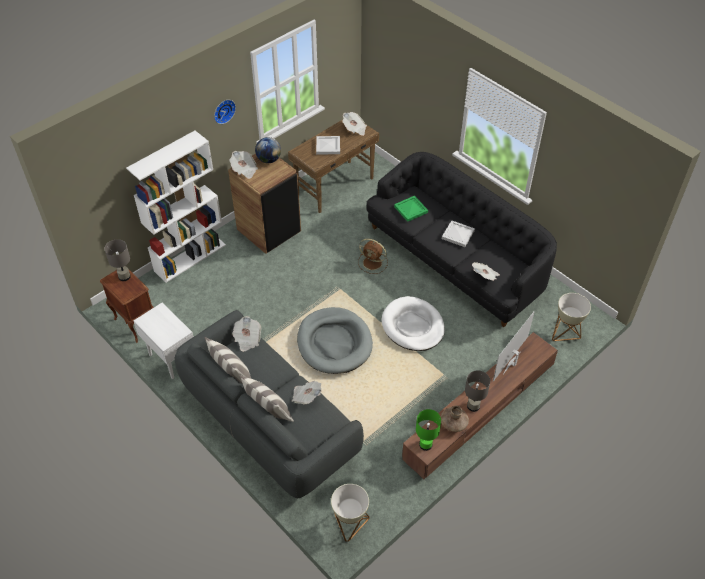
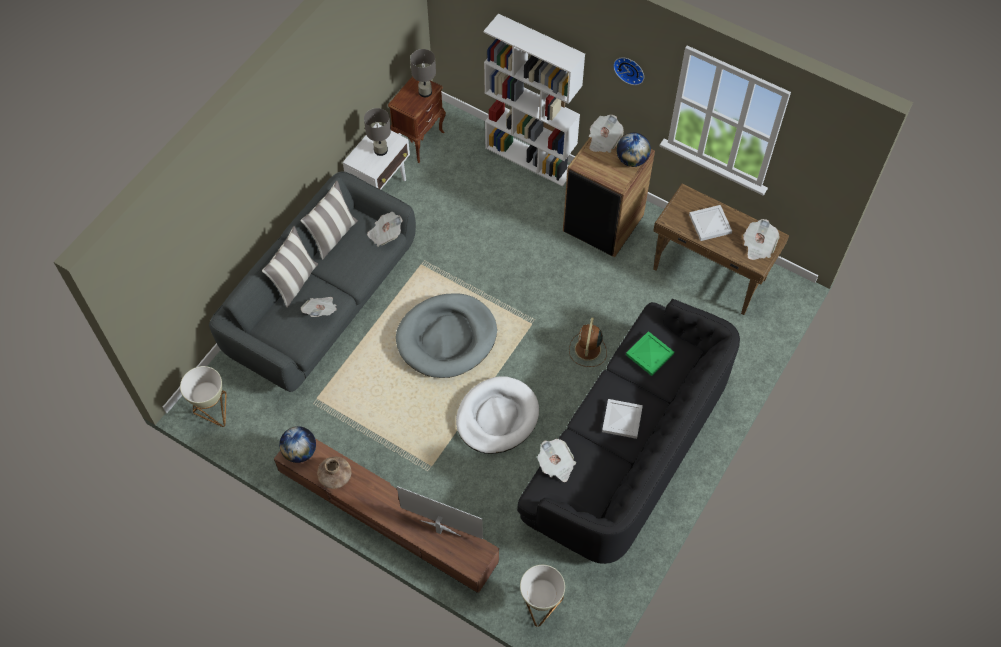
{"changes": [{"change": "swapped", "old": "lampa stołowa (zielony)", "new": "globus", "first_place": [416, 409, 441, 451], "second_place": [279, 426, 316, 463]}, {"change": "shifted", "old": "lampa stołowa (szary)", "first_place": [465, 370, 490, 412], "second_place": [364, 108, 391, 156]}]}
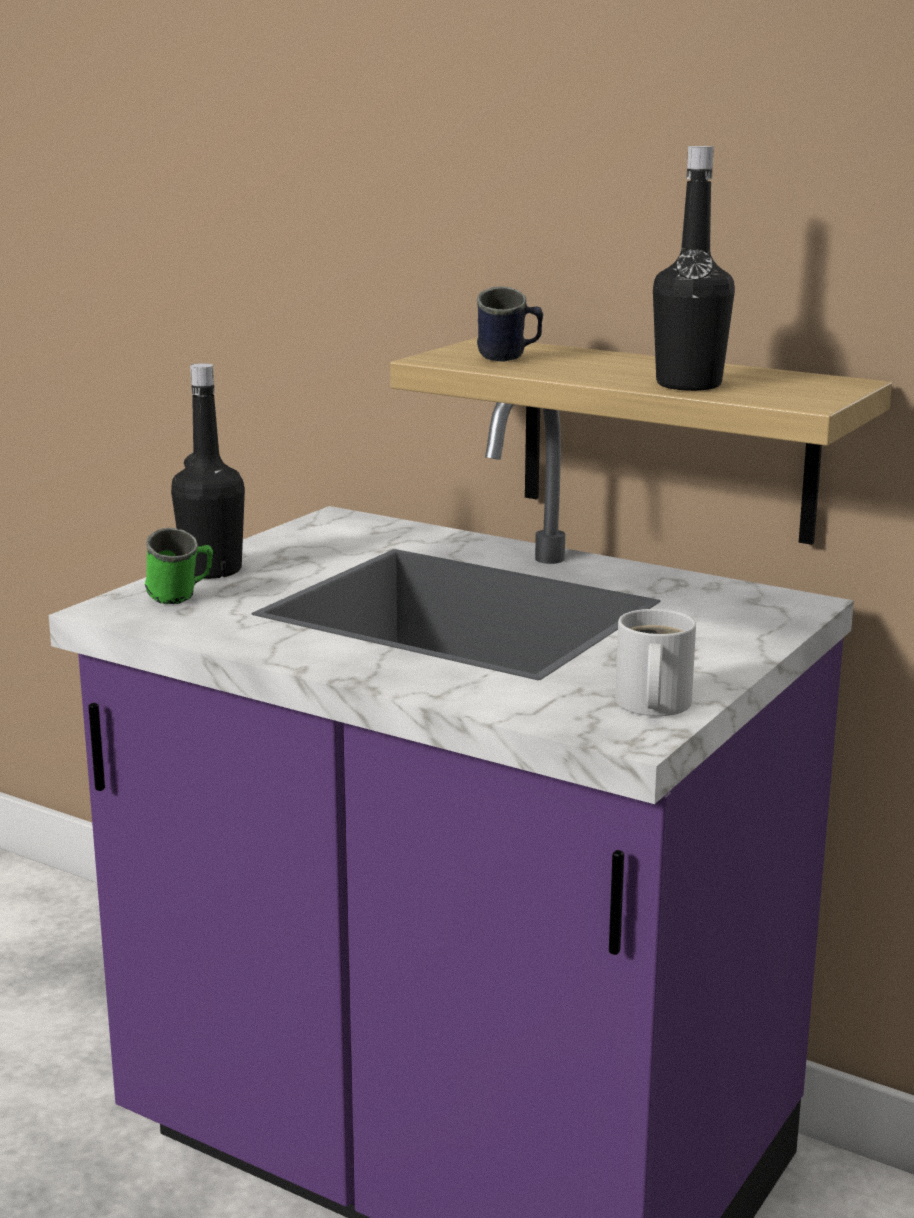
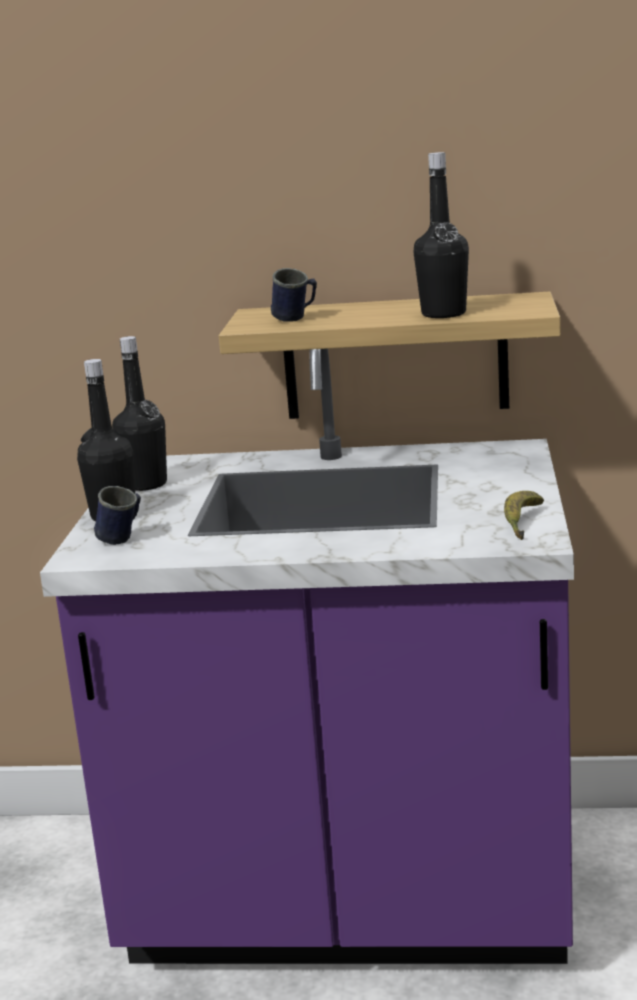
{"changes": [{"change": "repainted", "old": "kubek (zielony)", "new": "kubek (niebieski)", "first_place": [145, 528, 213, 604], "second_place": [94, 486, 141, 545]}, {"change": "new", "new": "butelka (czarny)", "second_place": [112, 336, 167, 491]}, {"change": "swapped", "old": "kubek (biały)", "new": "banan", "first_place": [615, 609, 696, 716], "second_place": [504, 491, 544, 540]}]}
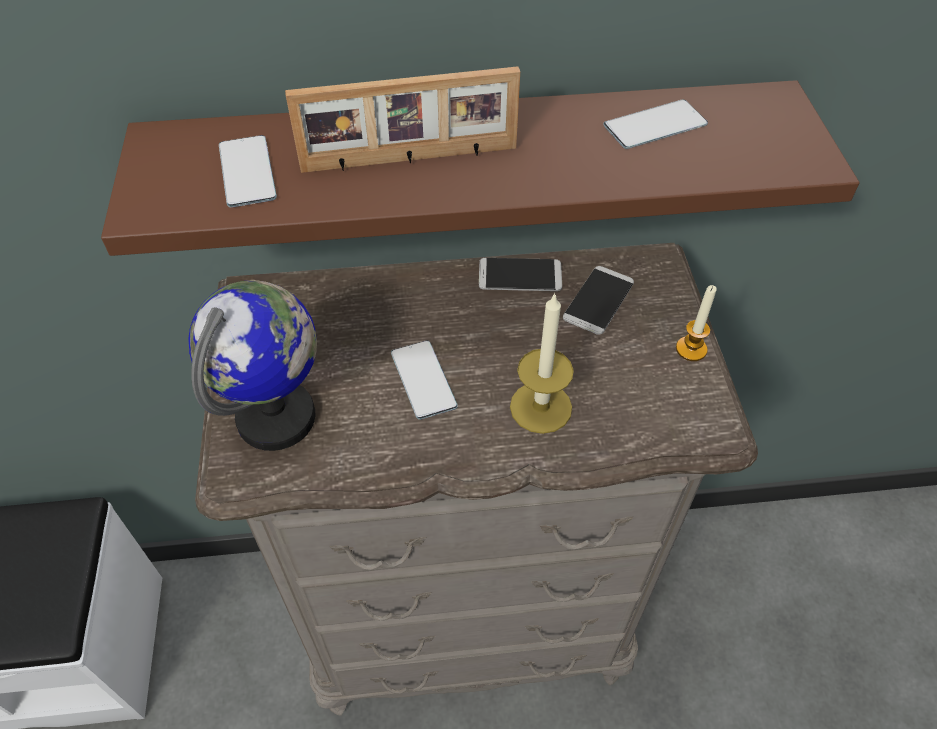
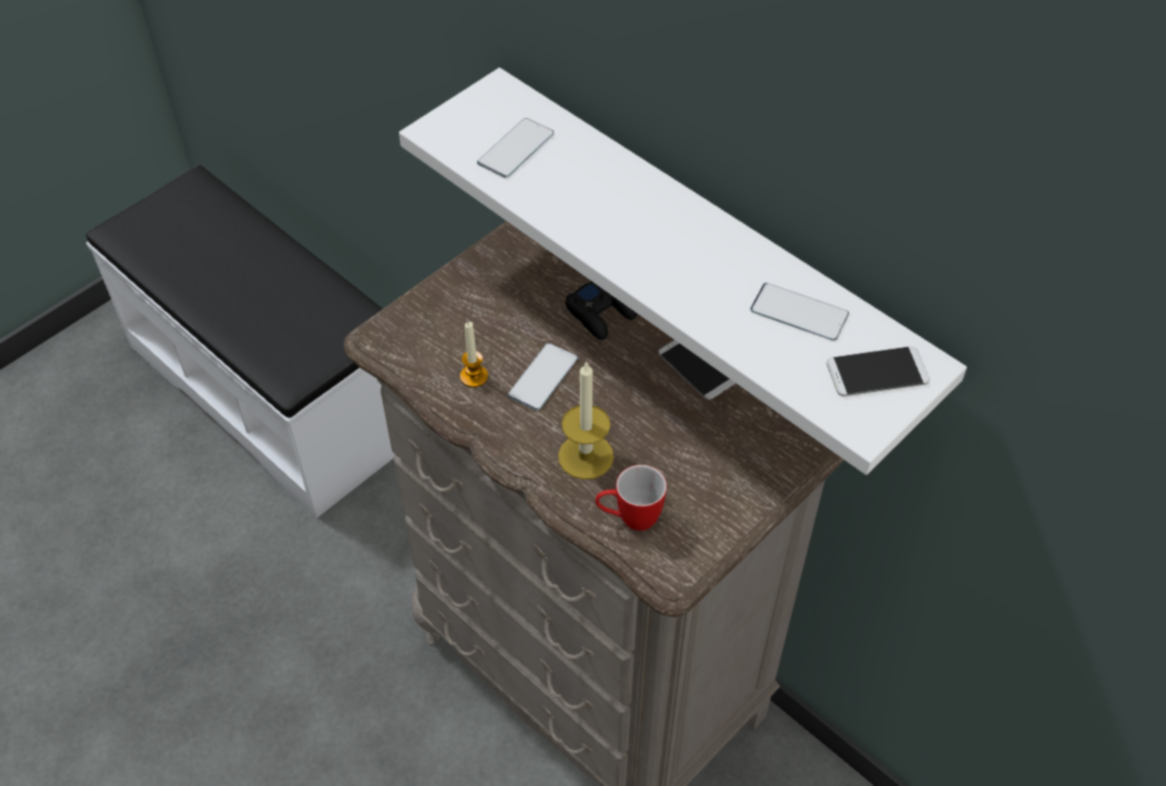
{"changes": [{"change": "repainted", "old": "półka (brązowy)", "new": "półka (biały)", "first_place": [101, 80, 859, 256], "second_place": [399, 68, 967, 475]}, {"change": "shifted", "old": "świeca", "first_place": [676, 285, 717, 361], "second_place": [460, 322, 488, 388]}, {"change": "new", "new": "pad do gier (czarny)", "second_place": [566, 281, 637, 340]}, {"change": "new", "new": "kubek", "second_place": [595, 465, 667, 531]}, {"change": "shifted", "old": "telefon", "first_place": [563, 266, 634, 335], "second_place": [826, 346, 930, 396]}, {"change": "gone", "old": "globus", "first_place": [188, 280, 317, 451]}, {"change": "gone", "old": "ramka na zdjęcie", "first_place": [285, 66, 520, 173]}]}
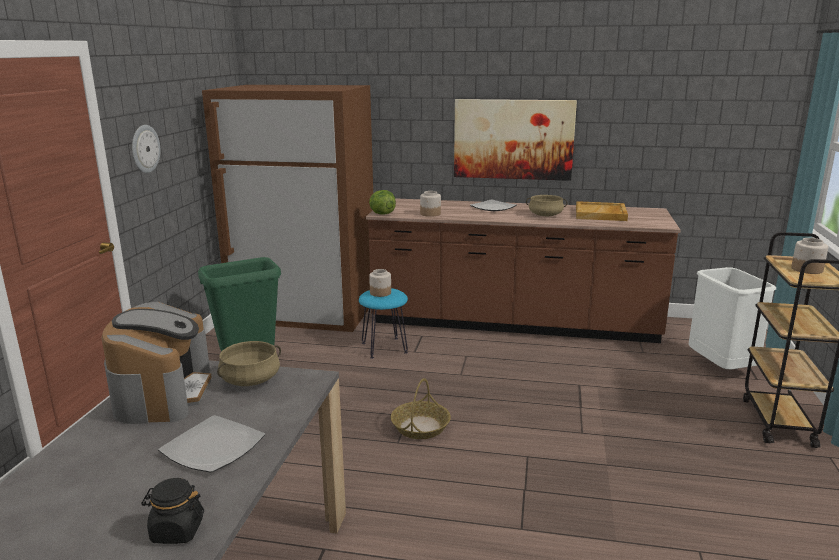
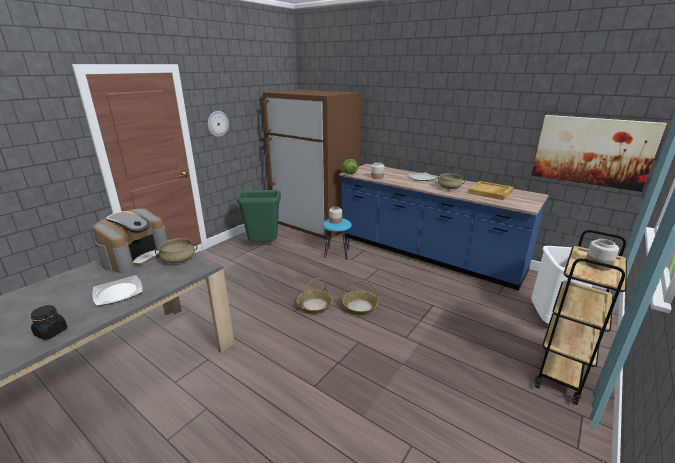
{"changes": [{"change": "repainted", "old": "zabudowa kuchenna (brązowy)", "new": "zabudowa kuchenna (niebieski)", "first_place": [366, 198, 680, 343], "second_place": [339, 164, 549, 291]}, {"change": "new", "new": "koszyk", "second_place": [342, 280, 379, 315]}, {"change": "shifted", "old": "obraz", "first_place": [454, 99, 577, 181], "second_place": [532, 115, 667, 192]}]}
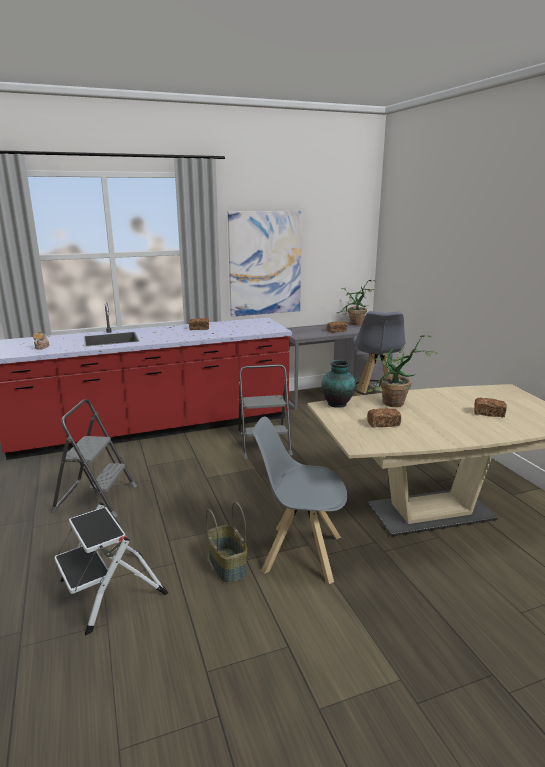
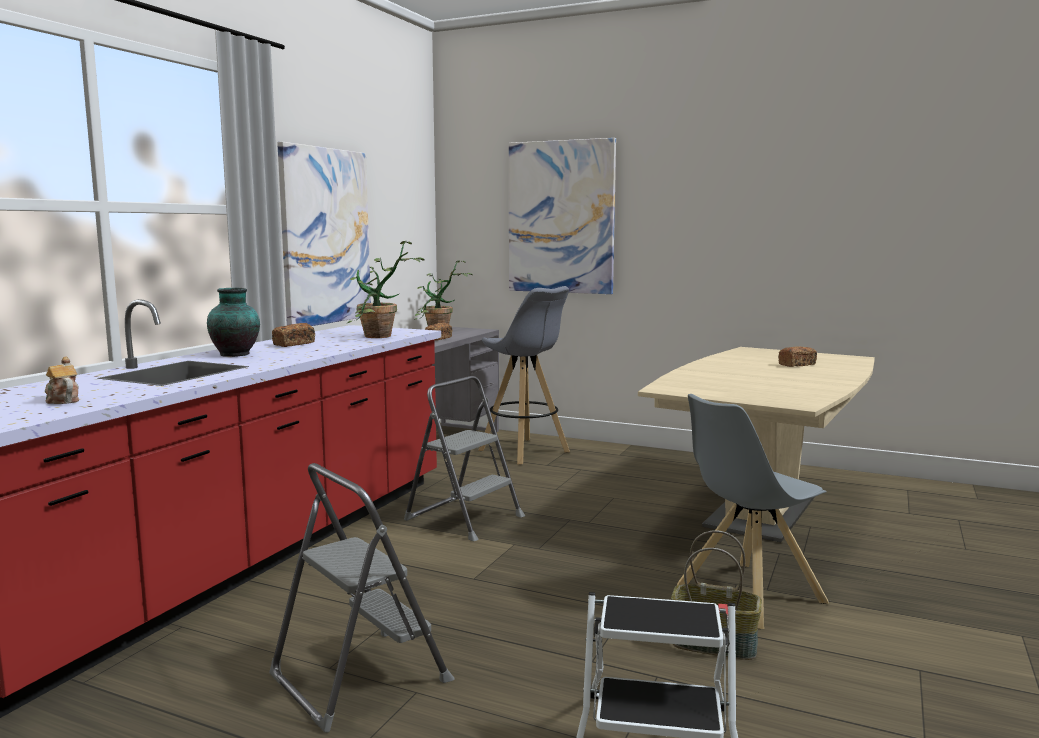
{"changes": [{"change": "shifted", "old": "wazon", "first_place": [322, 360, 356, 408], "second_place": [207, 288, 260, 357]}, {"change": "shifted", "old": "roślina doniczkowa", "first_place": [367, 335, 436, 407], "second_place": [347, 241, 425, 338]}, {"change": "new", "new": "obraz", "second_place": [509, 138, 616, 294]}, {"change": "gone", "old": "chleb", "first_place": [367, 408, 401, 428]}]}
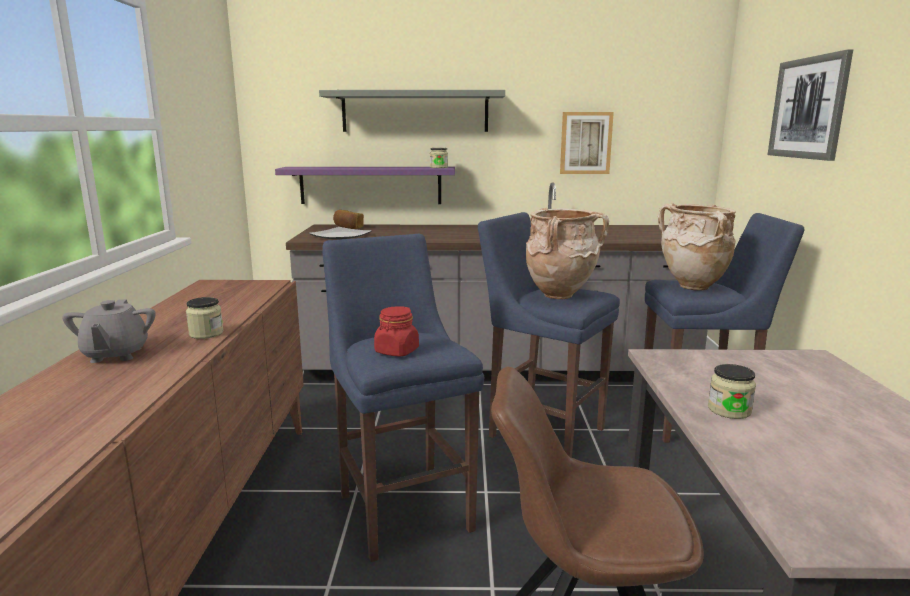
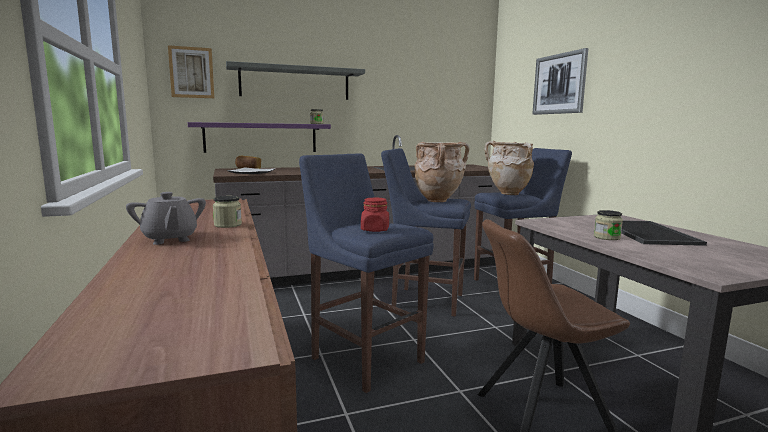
{"changes": [{"change": "shifted", "old": "obraz", "first_place": [560, 112, 614, 174], "second_place": [168, 45, 214, 98]}, {"change": "new", "new": "taca", "second_place": [621, 221, 707, 246]}]}
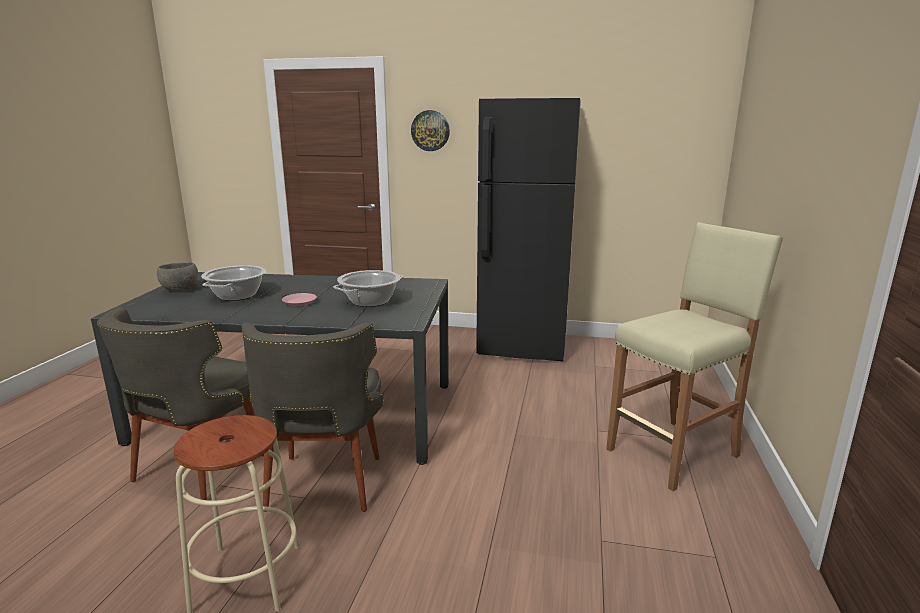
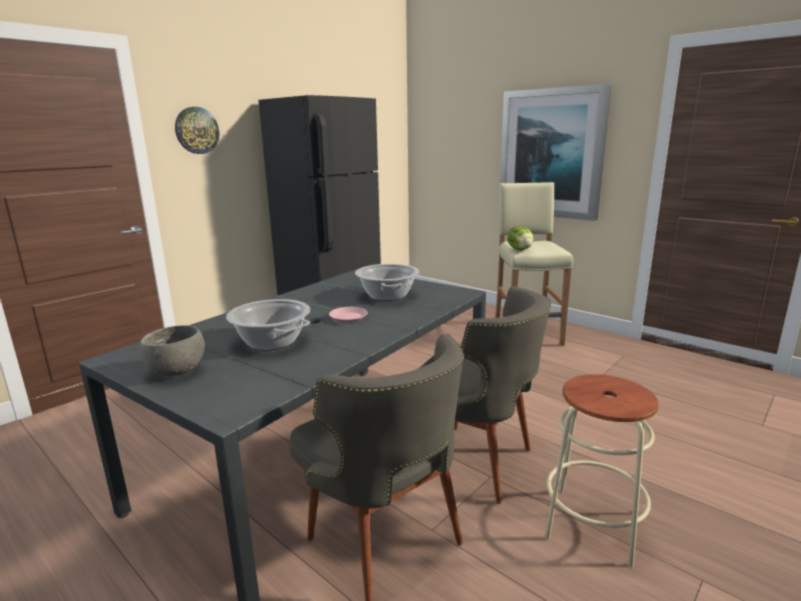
{"changes": [{"change": "new", "new": "obraz", "second_place": [500, 84, 612, 221]}, {"change": "new", "new": "sałata", "second_place": [507, 226, 534, 250]}]}
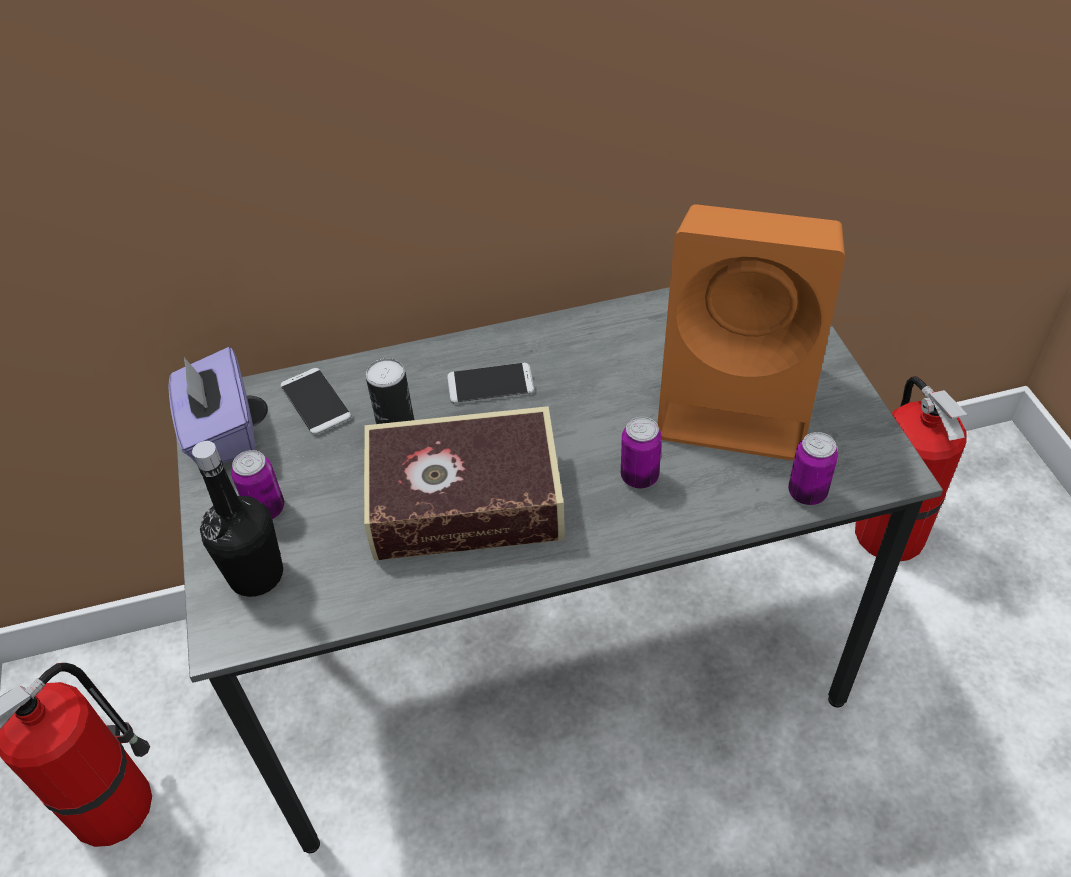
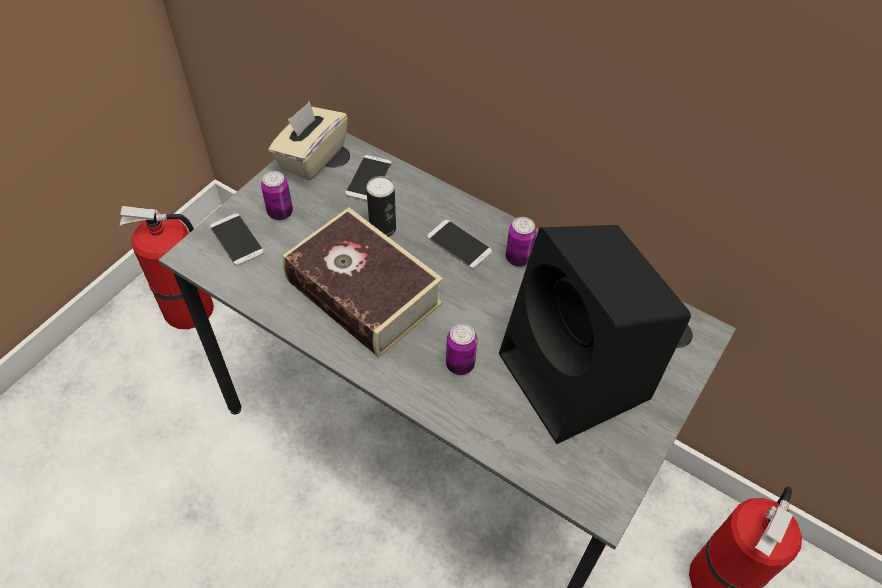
{"changes": [{"change": "swapped", "old": "butelka (czarny)", "new": "telefon", "first_place": [192, 441, 283, 597], "second_place": [210, 213, 264, 266]}, {"change": "repainted", "old": "pudełko chusteczek (fioletowy)", "new": "pudełko chusteczek (beżowy)", "first_place": [168, 347, 255, 464], "second_place": [269, 101, 348, 181]}, {"change": "repainted", "old": "głośnik (pomarańczowy)", "new": "głośnik (czarny)", "first_place": [657, 204, 845, 461], "second_place": [499, 225, 691, 444]}, {"change": "shifted", "old": "puszka", "first_place": [788, 432, 838, 505], "second_place": [506, 217, 537, 267]}]}
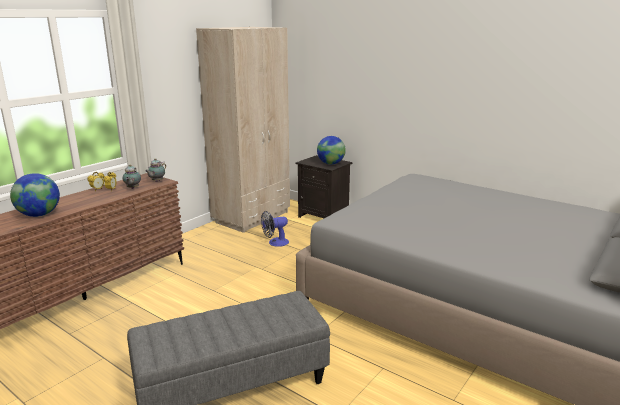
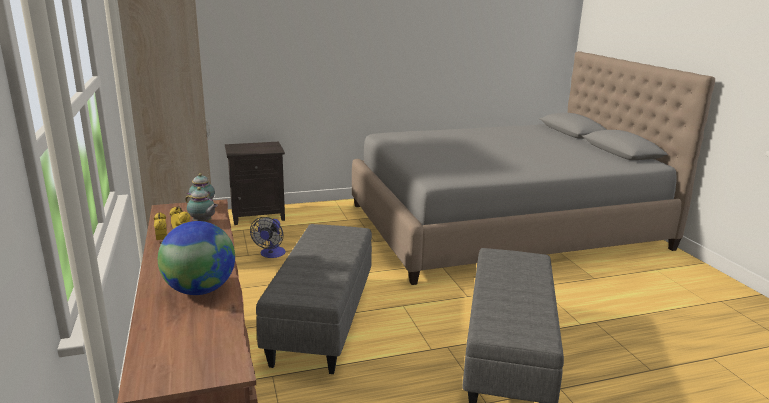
{"changes": [{"change": "new", "new": "pufa (szary)", "second_place": [256, 224, 372, 374]}, {"change": "gone", "old": "globus", "first_place": [317, 136, 346, 165]}]}
